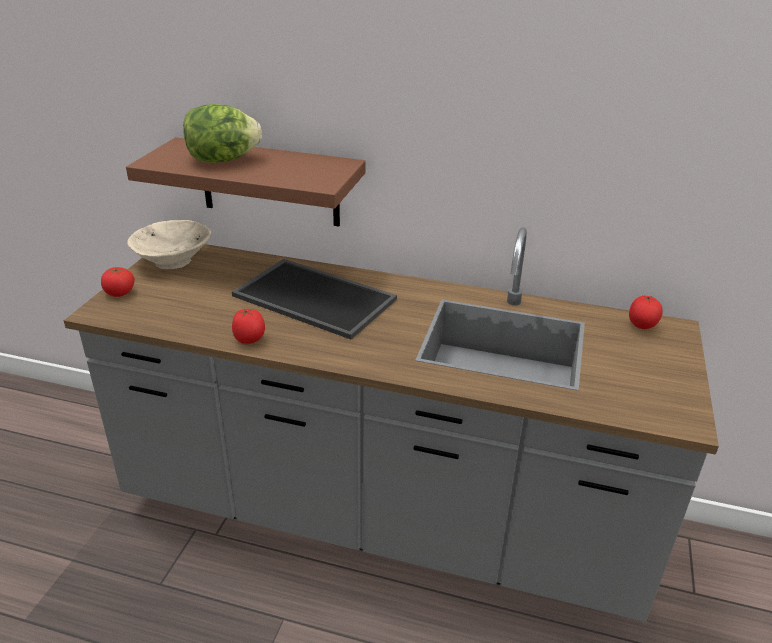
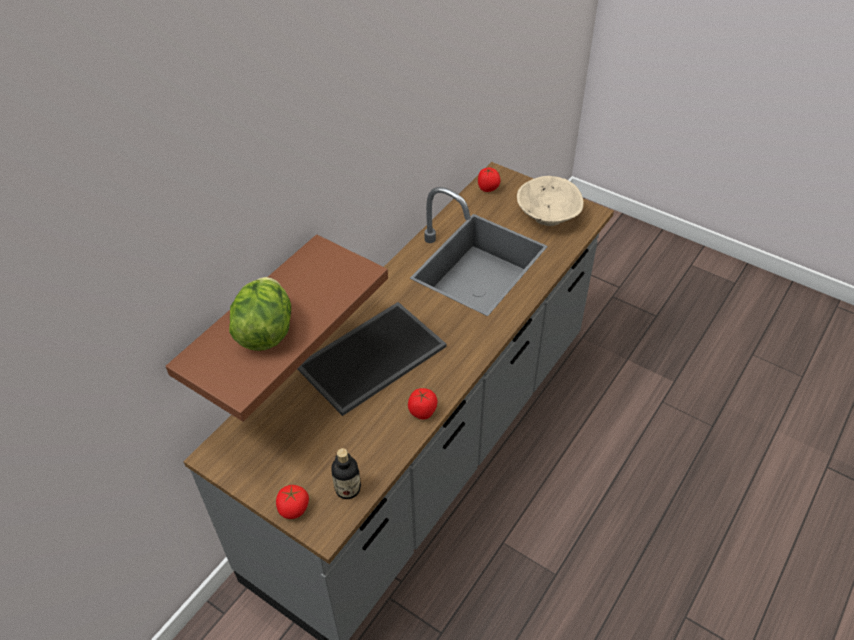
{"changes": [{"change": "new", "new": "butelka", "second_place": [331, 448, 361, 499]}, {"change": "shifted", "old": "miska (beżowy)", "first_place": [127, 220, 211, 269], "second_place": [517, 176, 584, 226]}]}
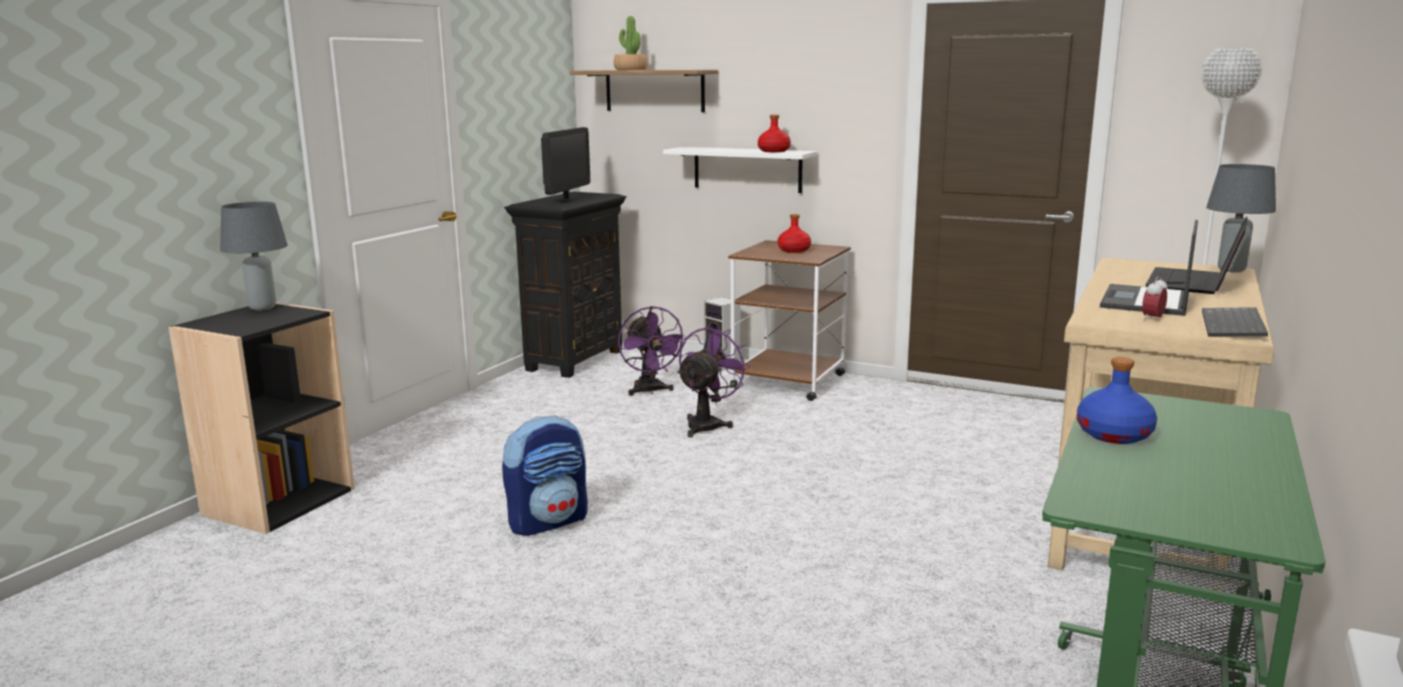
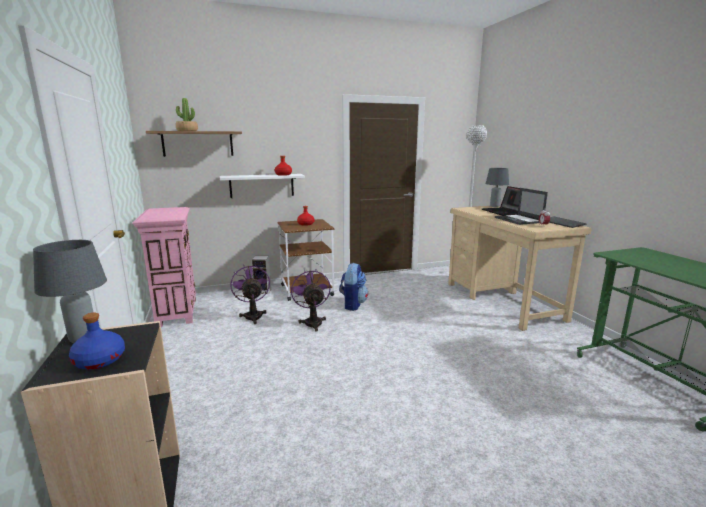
{"changes": [{"change": "shifted", "old": "butelka (niebieski)", "first_place": [1077, 357, 1157, 444], "second_place": [69, 313, 125, 369]}, {"change": "repainted", "old": "szafka (czarny)", "new": "szafka (różowy)", "first_place": [504, 192, 627, 378], "second_place": [132, 207, 196, 327]}, {"change": "rotated", "old": "wentylator (fioletowy)", "first_place": [618, 306, 686, 396], "second_place": [230, 264, 270, 324], "degrees": -135}, {"change": "shifted", "old": "plecak", "first_place": [502, 415, 588, 536], "second_place": [339, 263, 368, 311]}, {"change": "gone", "old": "monitor", "first_place": [541, 127, 590, 202]}]}
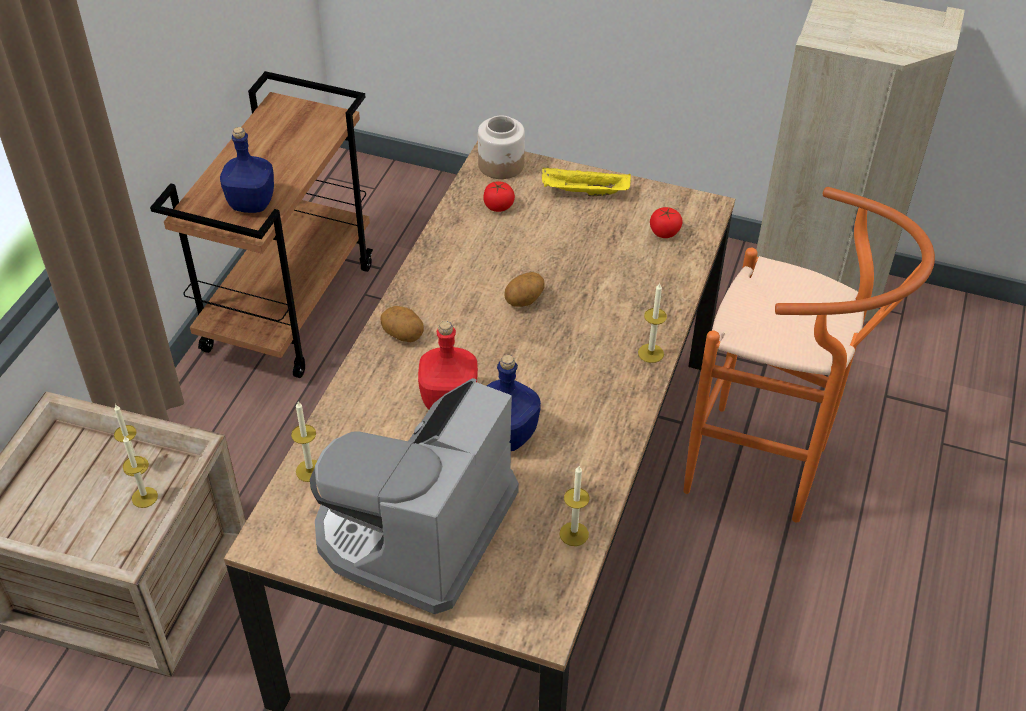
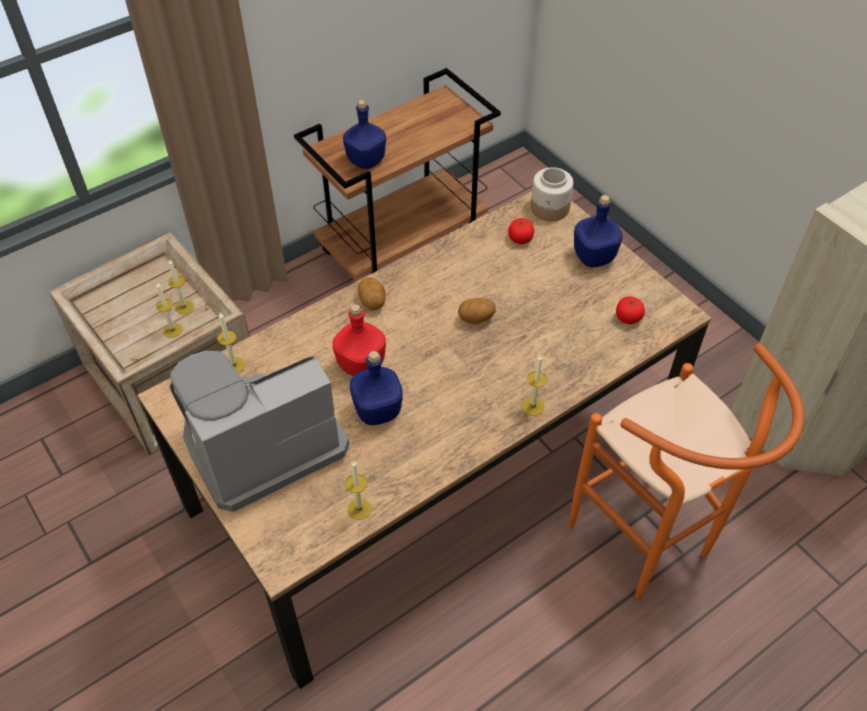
{"changes": [{"change": "swapped", "old": "taca (żółty)", "new": "butelka (niebieski)", "first_place": [542, 167, 631, 196], "second_place": [574, 195, 623, 267]}]}
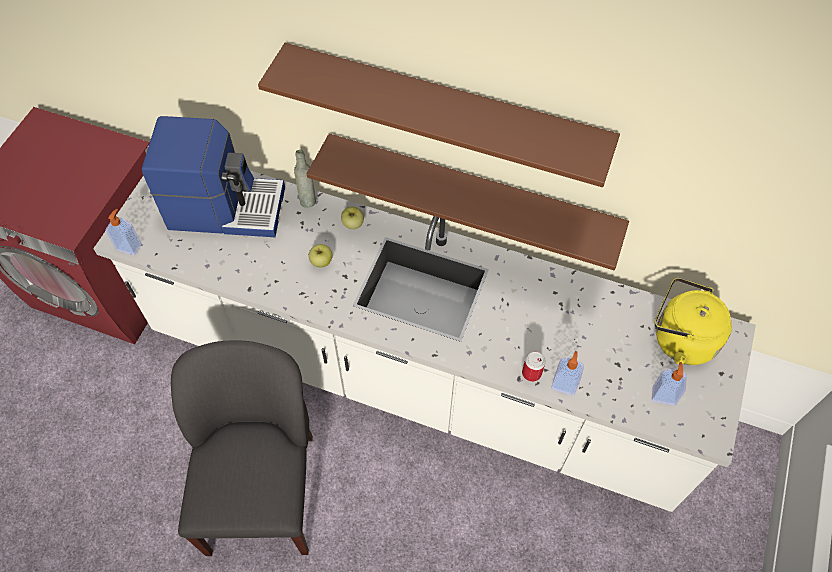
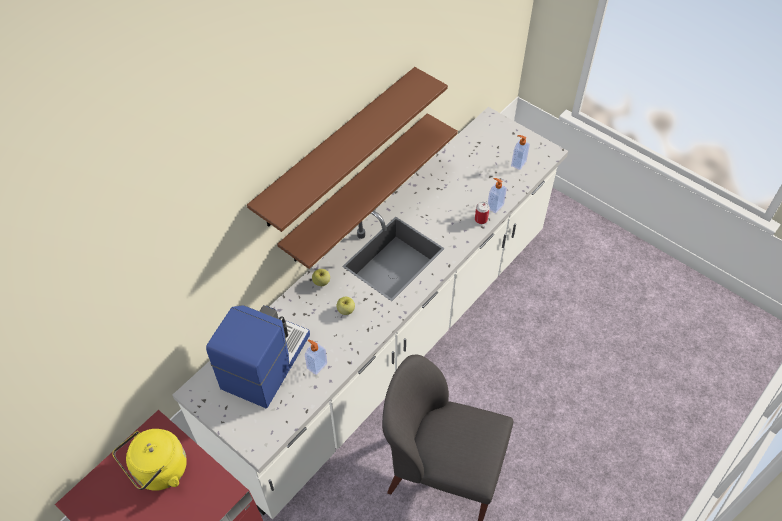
{"changes": [{"change": "shifted", "old": "czajnik (żółty)", "first_place": [655, 278, 732, 365], "second_place": [112, 429, 187, 491]}, {"change": "shifted", "old": "dozownik mydła", "first_place": [105, 209, 142, 256], "second_place": [305, 339, 327, 375]}, {"change": "gone", "old": "butelka (szary)", "first_place": [294, 150, 316, 207]}]}
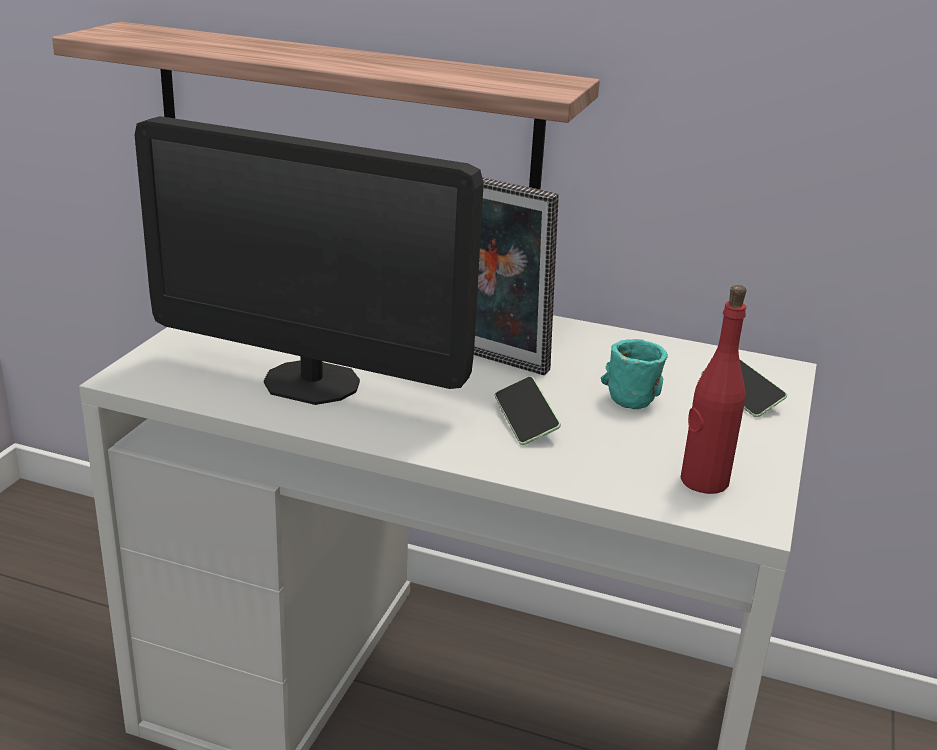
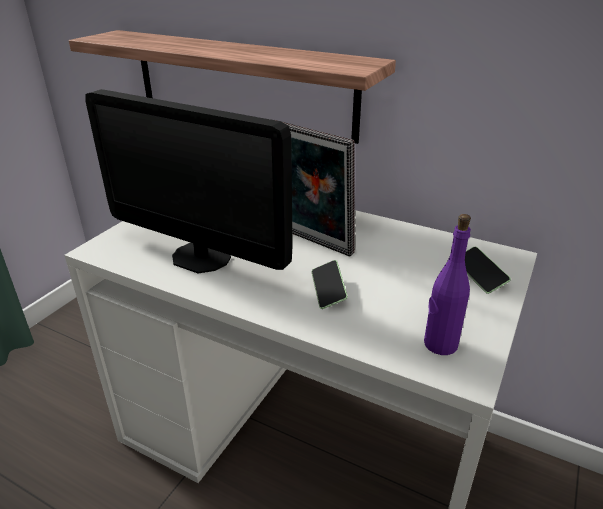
{"changes": [{"change": "repainted", "old": "butelka (czerwony)", "new": "butelka (fioletowy)", "first_place": [681, 285, 747, 494], "second_place": [424, 214, 471, 355]}, {"change": "gone", "old": "kubek (turkusowy)", "first_place": [601, 339, 668, 409]}]}
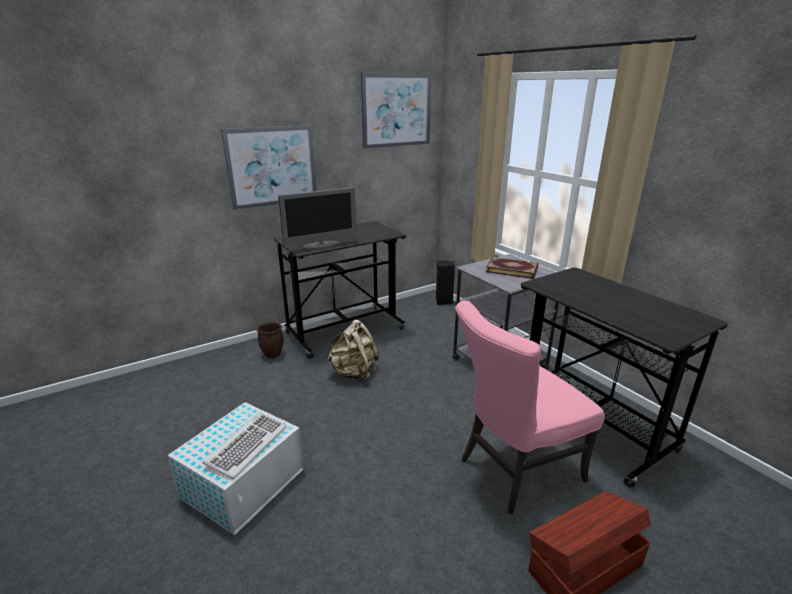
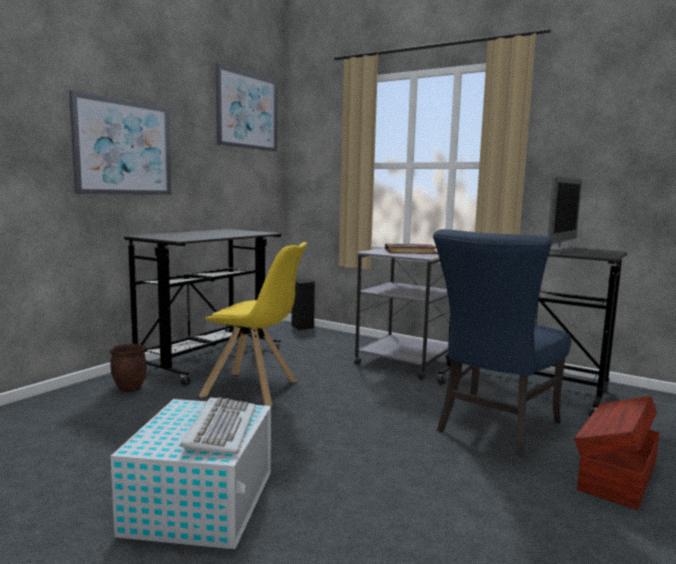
{"changes": [{"change": "swapped", "old": "plecak (beżowy)", "new": "krzesło (żółty)", "first_place": [327, 320, 379, 383], "second_place": [199, 242, 307, 406]}, {"change": "repainted", "old": "krzesło (różowy)", "new": "krzesło (niebieski)", "first_place": [455, 301, 605, 515], "second_place": [433, 229, 571, 457]}, {"change": "shifted", "old": "monitor", "first_place": [278, 187, 357, 250], "second_place": [547, 176, 582, 252]}]}
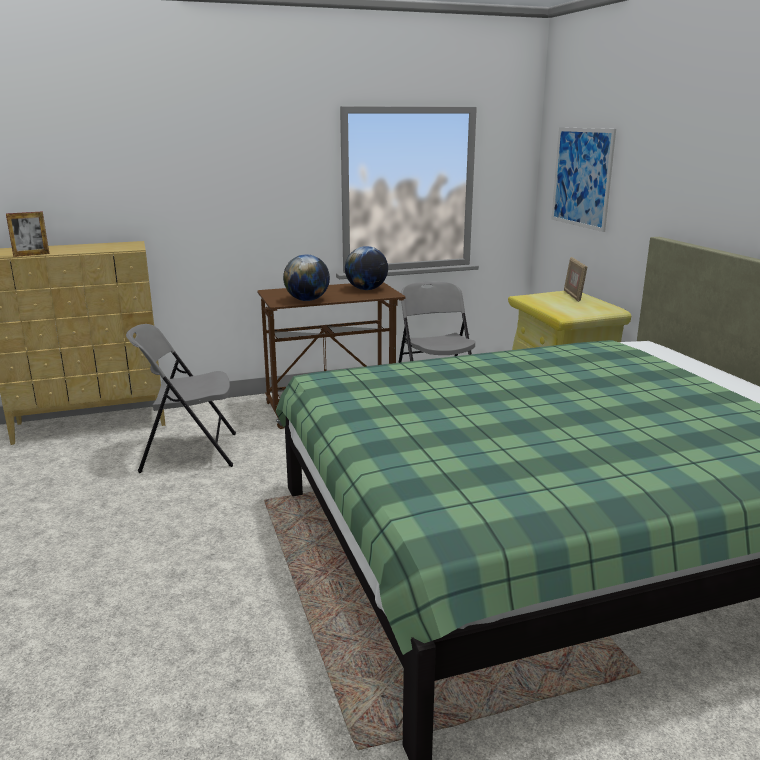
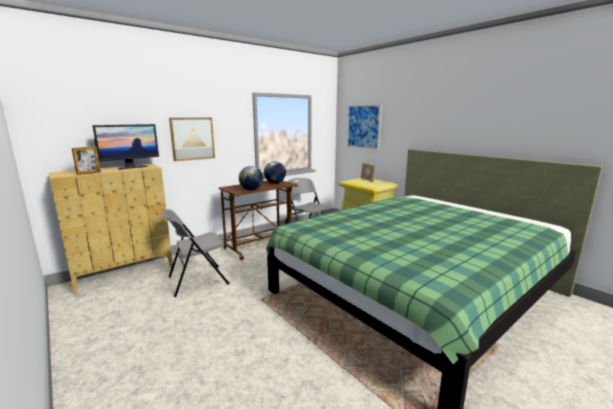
{"changes": [{"change": "new", "new": "monitor", "second_place": [93, 124, 159, 170]}, {"change": "new", "new": "obraz", "second_place": [169, 118, 215, 161]}]}
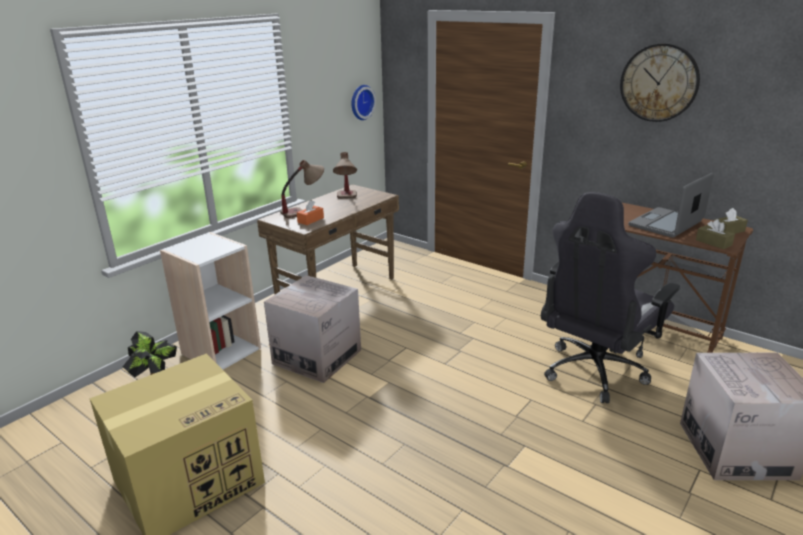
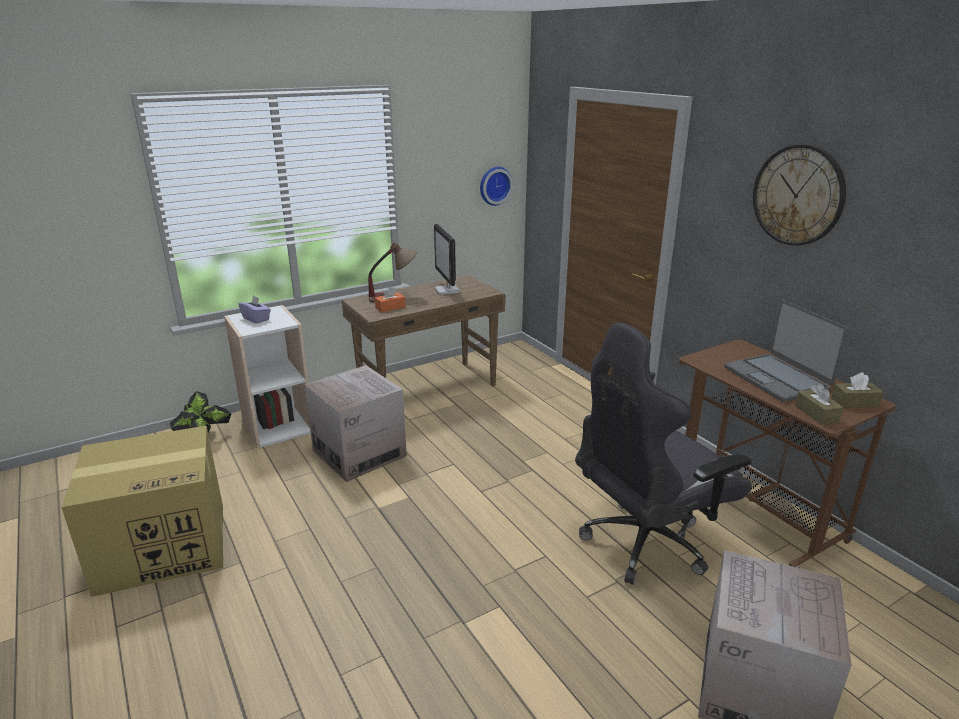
{"changes": [{"change": "new", "new": "pudełko chusteczek (fioletowy)", "second_place": [238, 295, 271, 324]}, {"change": "swapped", "old": "lampa stołowa", "new": "monitor", "first_place": [333, 152, 357, 199], "second_place": [434, 224, 461, 295]}, {"change": "rotated", "old": "laptop", "first_place": [628, 173, 714, 238], "second_place": [724, 300, 848, 402], "degrees": -90}]}
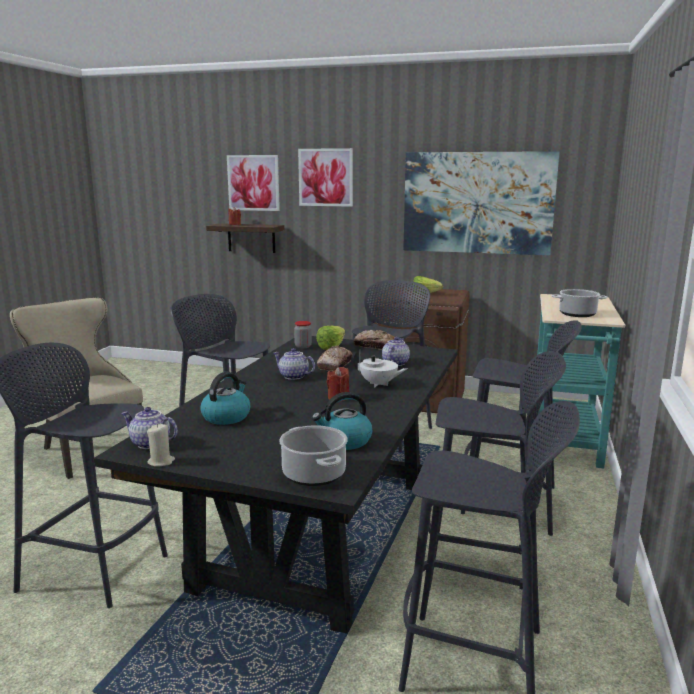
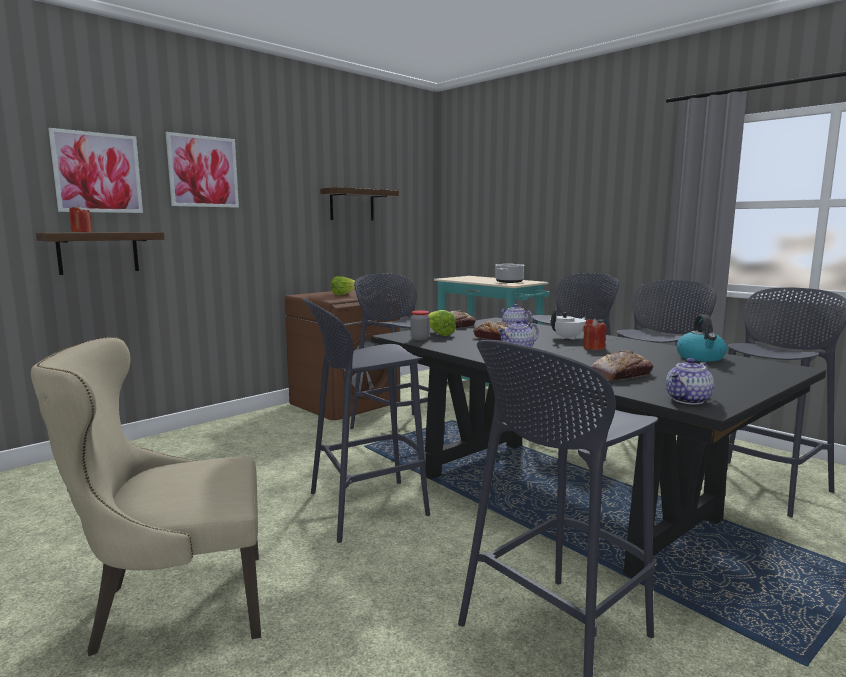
{"changes": [{"change": "swapped", "old": "obraz", "new": "półka", "first_place": [403, 151, 560, 255], "second_place": [320, 187, 399, 220]}, {"change": "swapped", "old": "czajnik", "new": "chleb", "first_place": [200, 372, 250, 425], "second_place": [591, 350, 653, 381]}, {"change": "gone", "old": "świeca (beżowy)", "first_place": [147, 424, 175, 467]}, {"change": "gone", "old": "garnek", "first_place": [279, 425, 348, 486]}]}
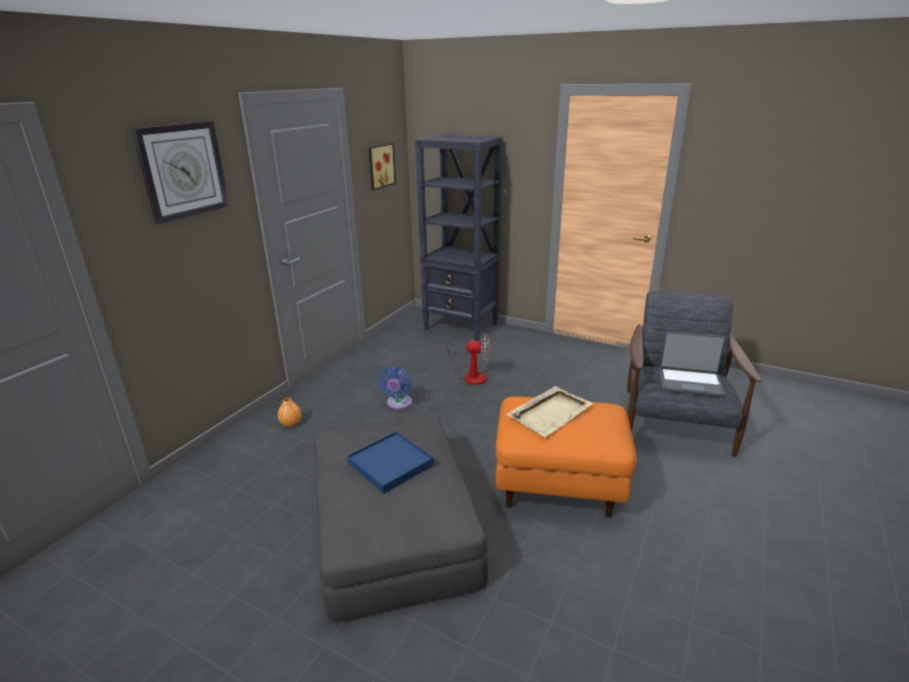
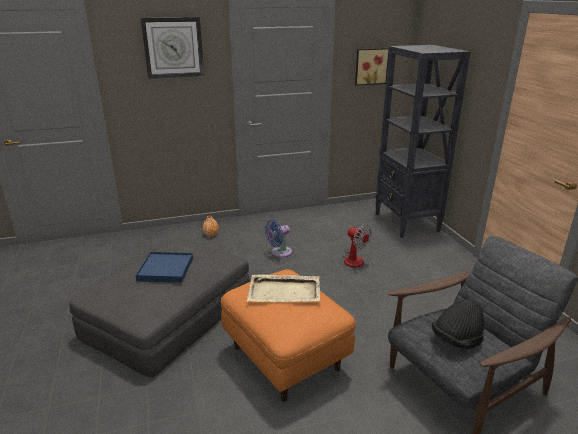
{"changes": [{"change": "swapped", "old": "laptop", "new": "kapelusz (czarny)", "first_place": [659, 331, 726, 397], "second_place": [432, 299, 484, 349]}]}
